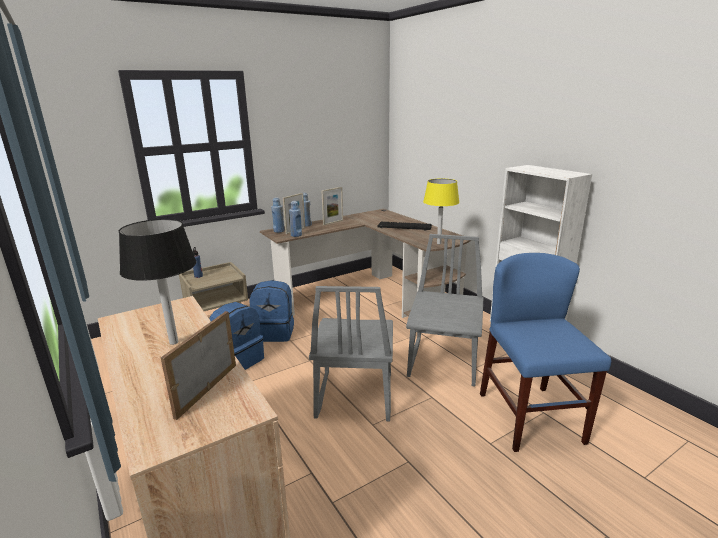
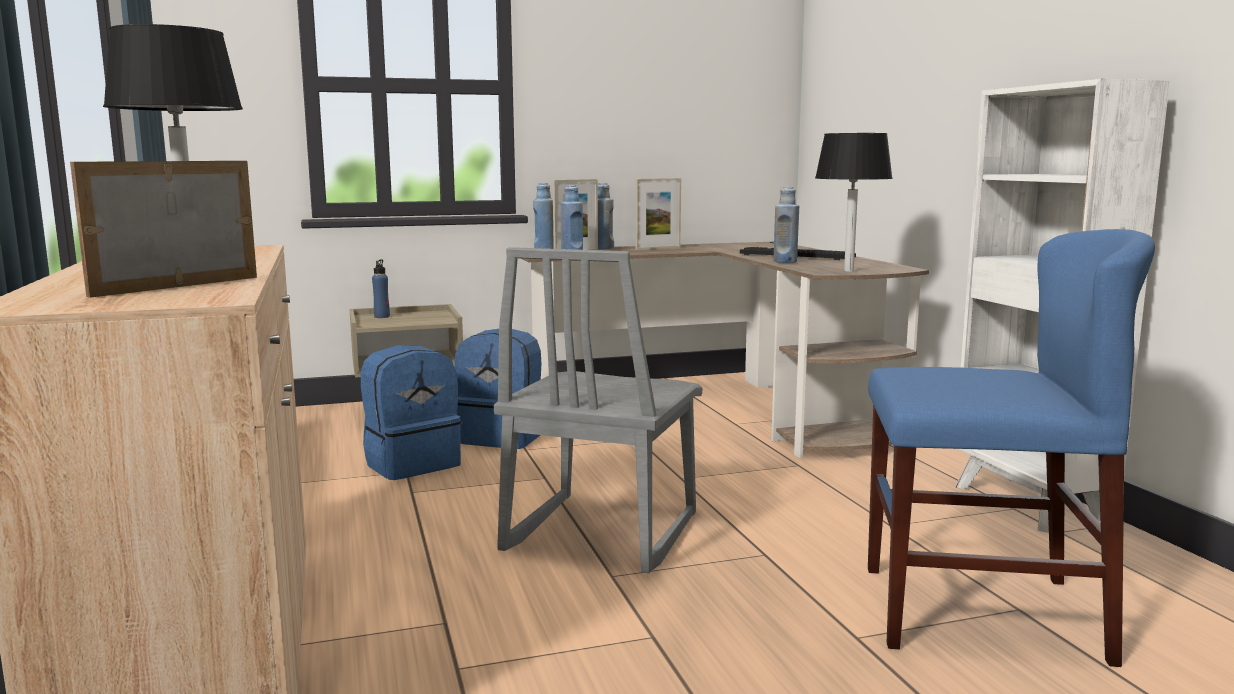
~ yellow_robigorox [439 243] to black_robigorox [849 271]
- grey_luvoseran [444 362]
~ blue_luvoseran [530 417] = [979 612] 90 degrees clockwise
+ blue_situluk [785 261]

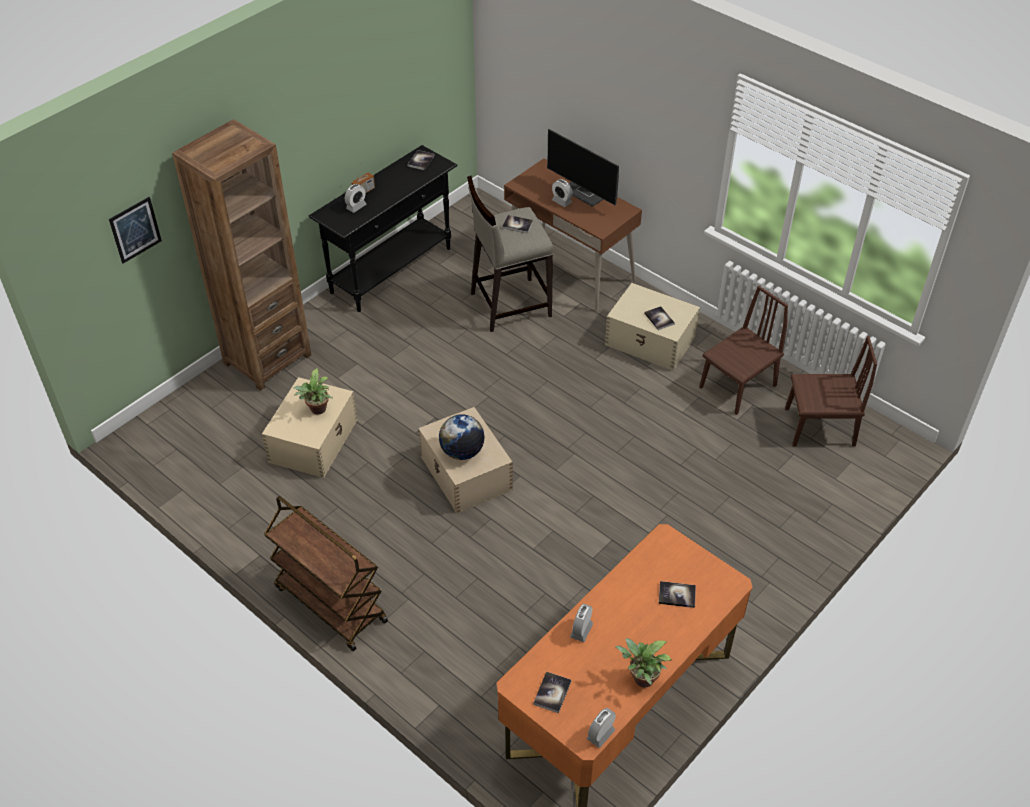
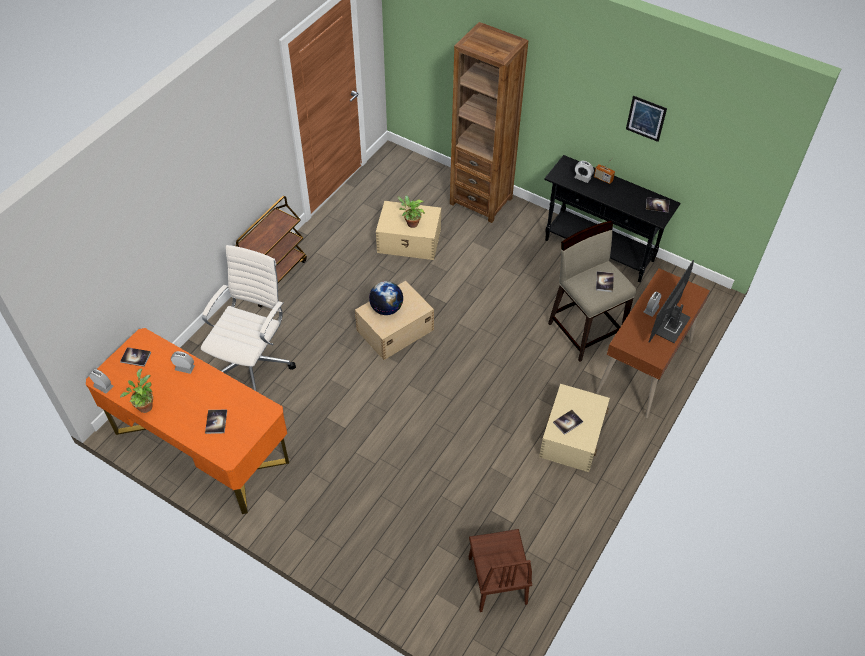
~ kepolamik [135 230] to [646 118]
- brown_luvoseran [737 386]
+ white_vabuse [253 363]

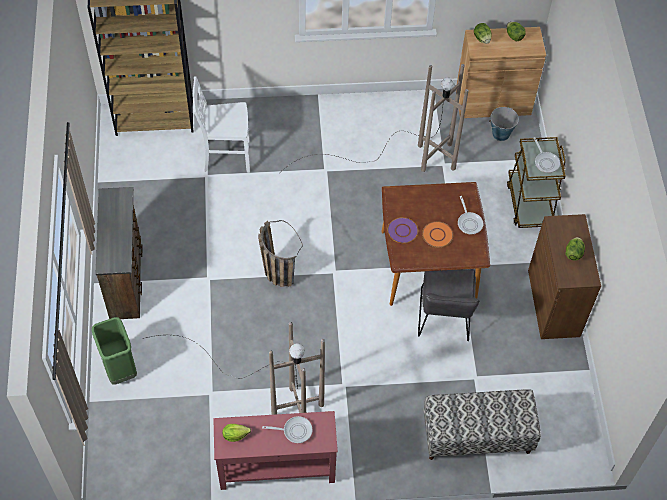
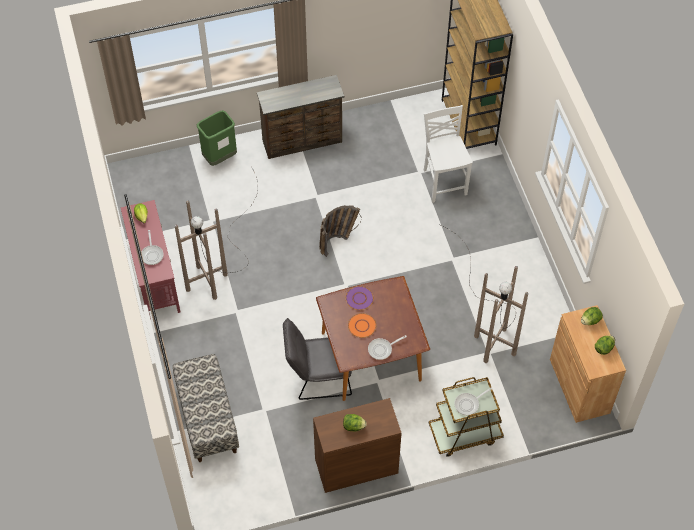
- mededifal [500 134]

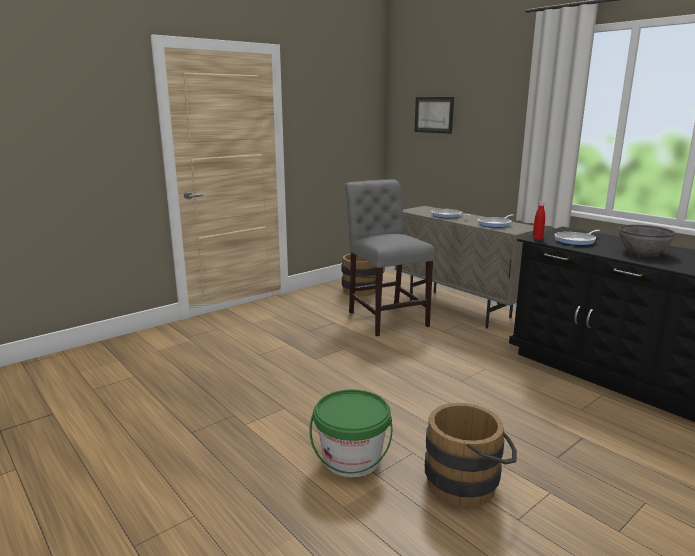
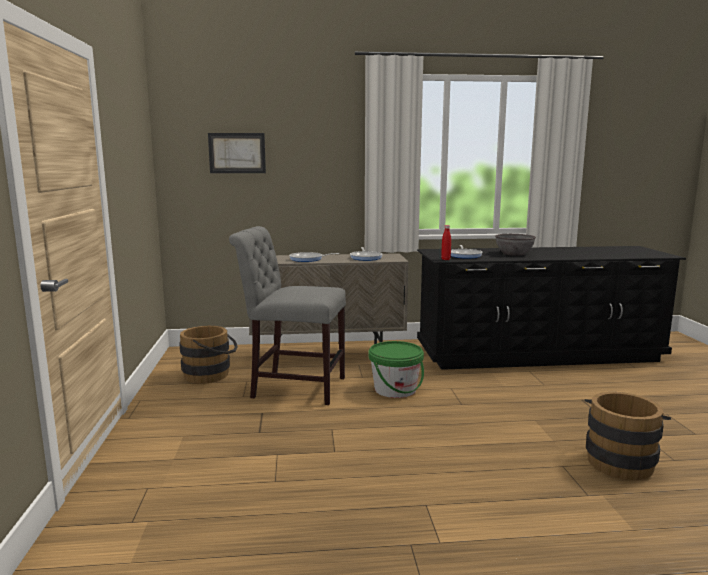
~ green_mededifal [352 459] to [395 389]

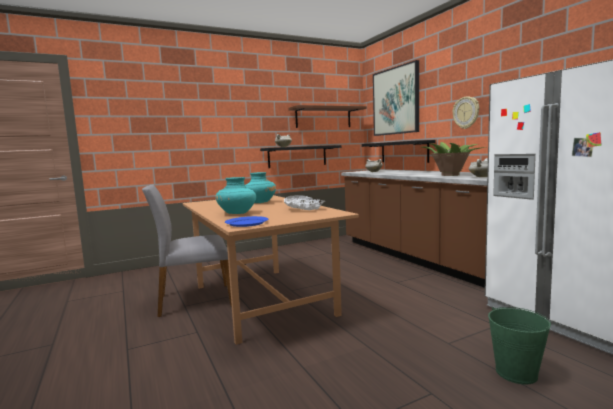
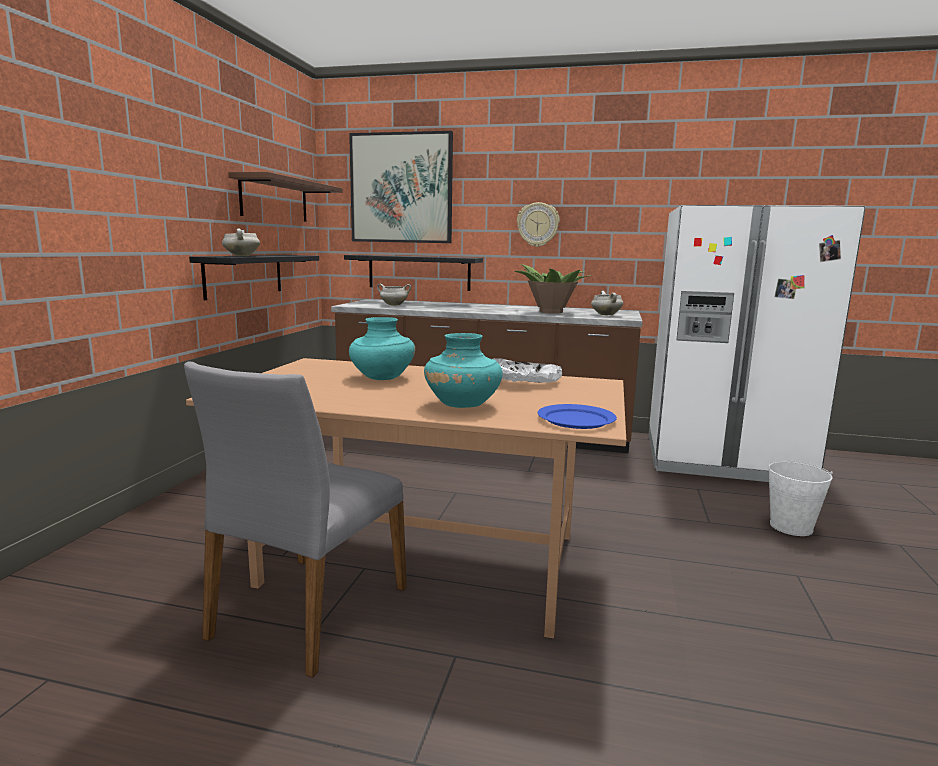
~ green_mededifal [516 373] to white_mededifal [791 527]

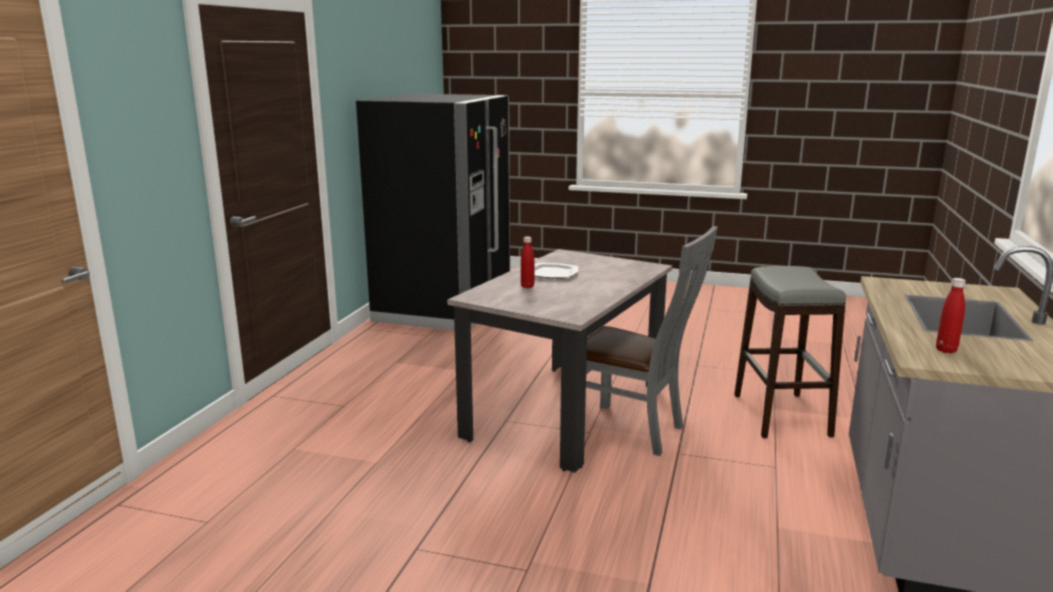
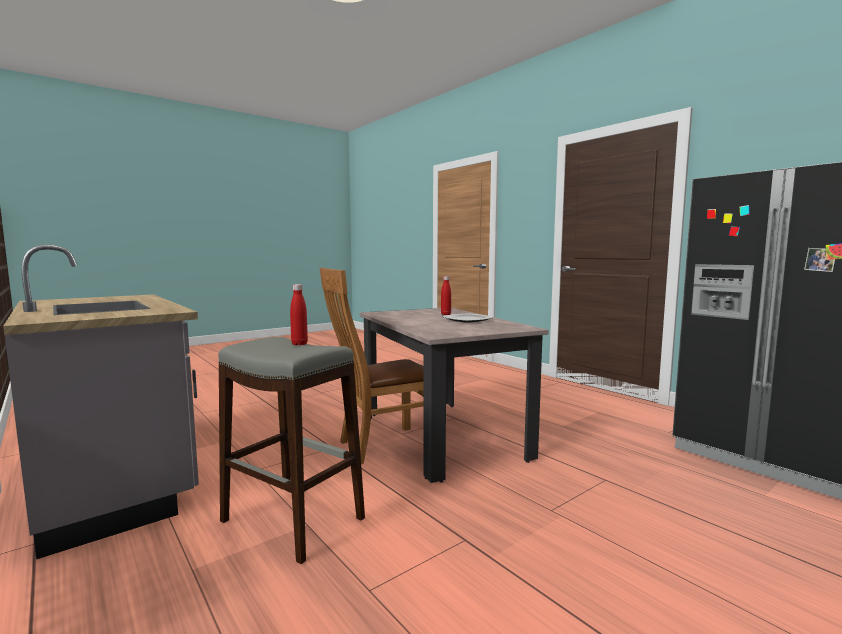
~ grey_luvoseran [634 431] to brown_luvoseran [380 446]
~ red_situluk [946 350] to [299 344]

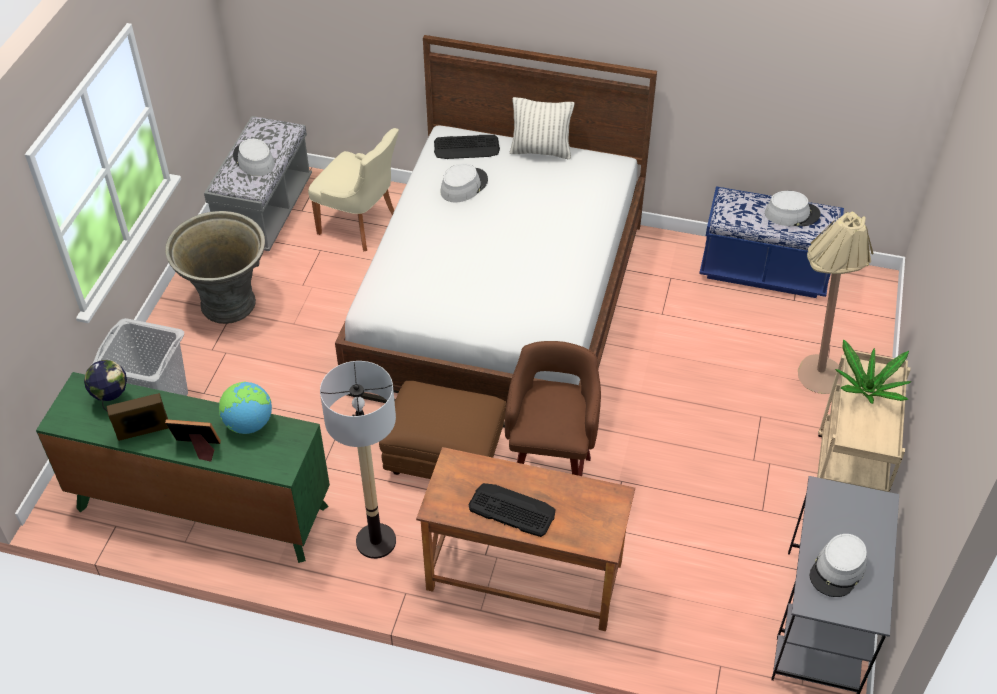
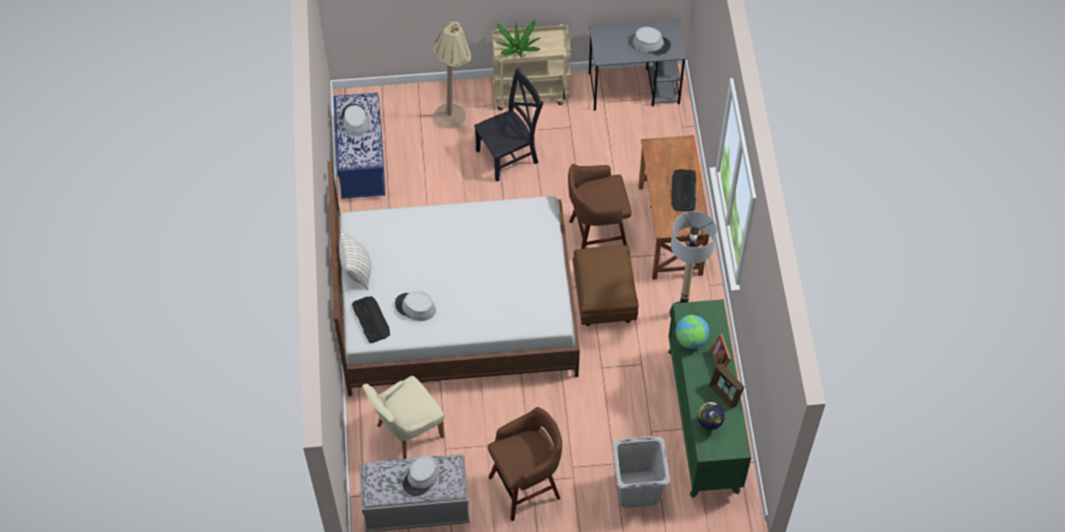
~ beige_luvoseran [360 225] = [407 432] 135 degrees counterclockwise
~ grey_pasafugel [228 305] to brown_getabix [526 487]
+ black_luvoseran [509 155]

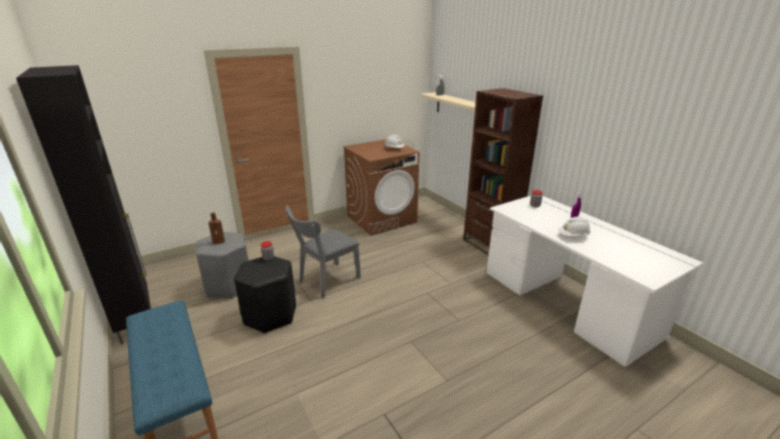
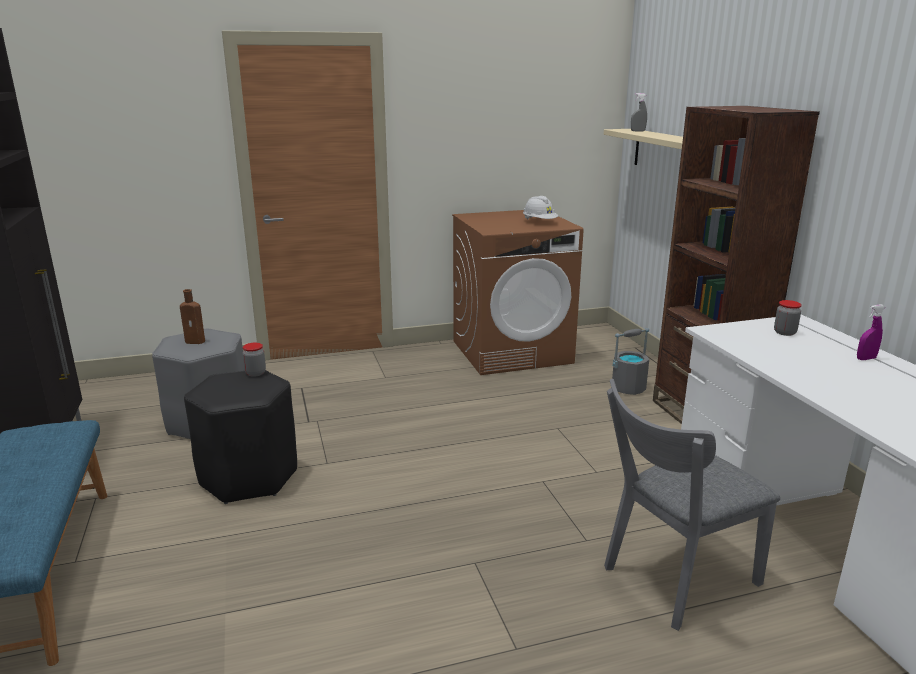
~ grey_luvoseran [326 281] to [673 580]
- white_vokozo [573 236]
+ grey_mededifal [628 388]

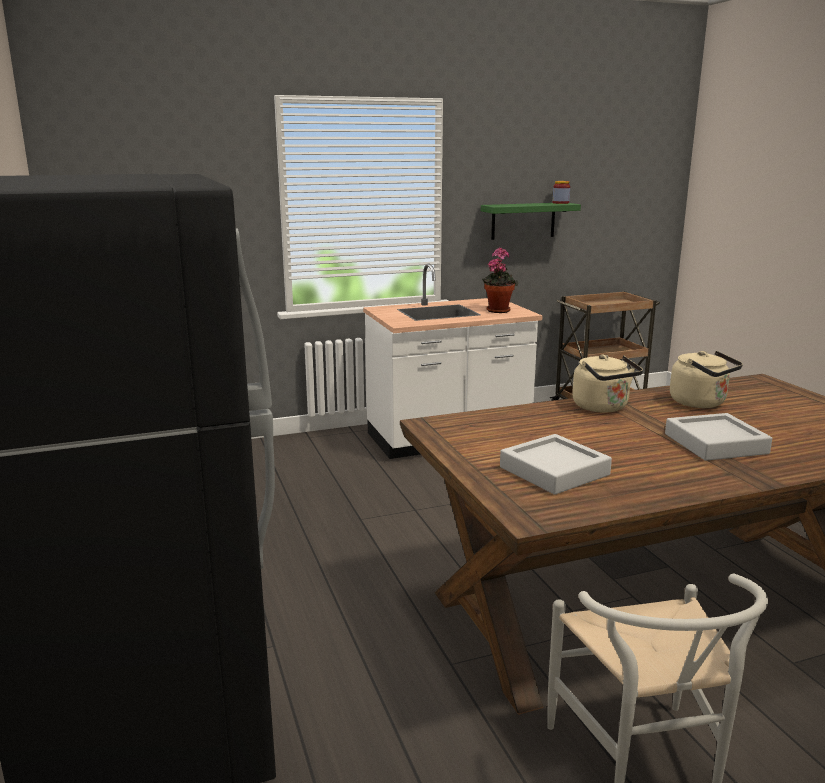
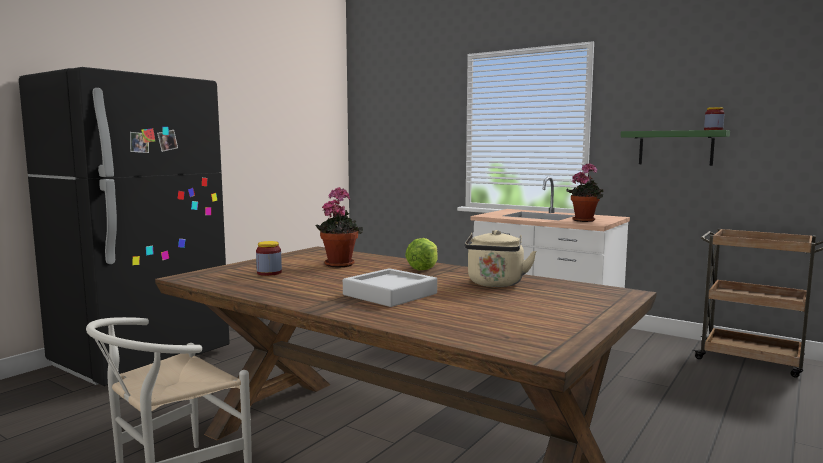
~ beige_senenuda [603 407] to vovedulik [423 268]
~ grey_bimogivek [554 471] to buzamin [269 273]
+ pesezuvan [339 264]

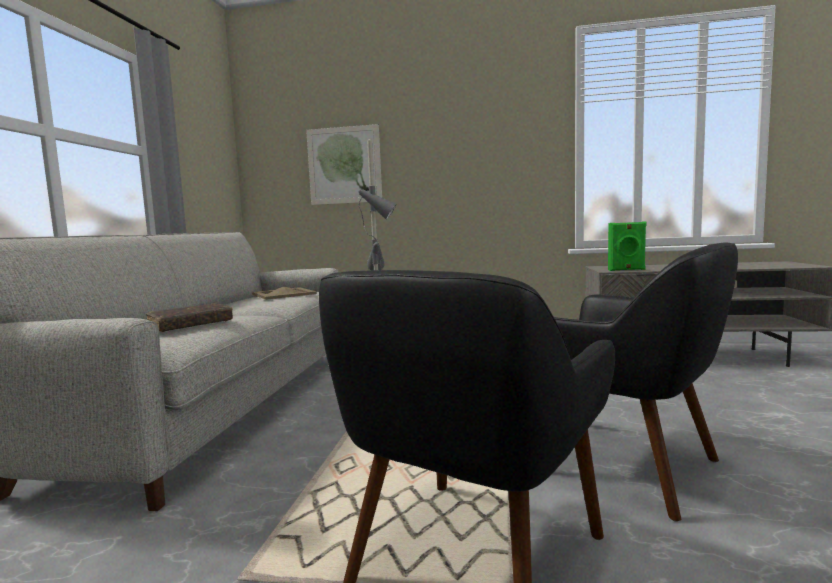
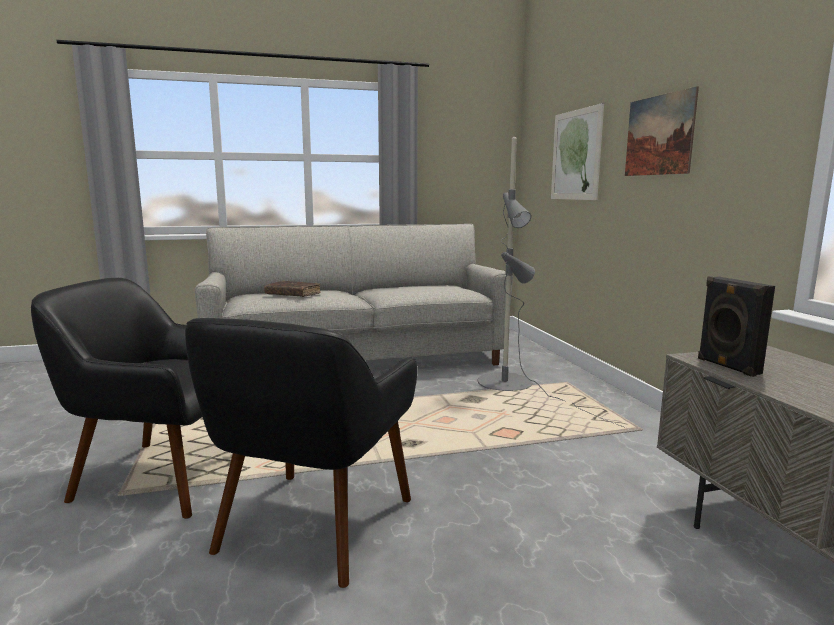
~ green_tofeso [626 270] to black_tofeso [727 366]
- beige_bimogivek [284 294]
+ kepolamik [659 135]

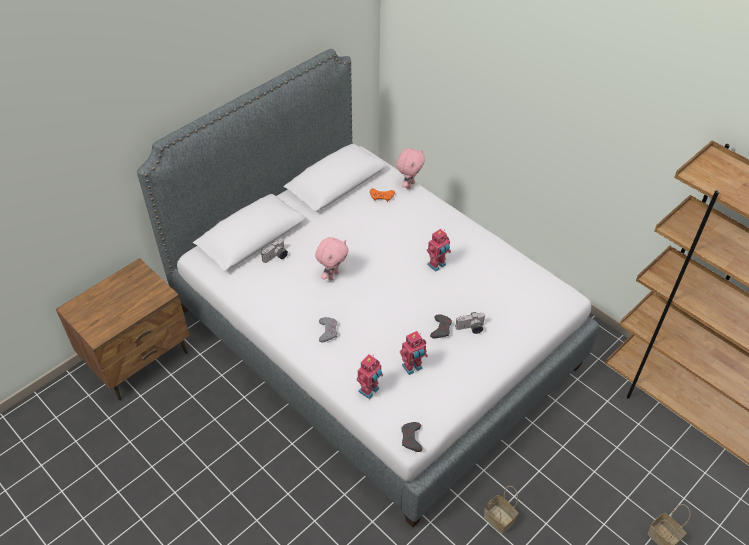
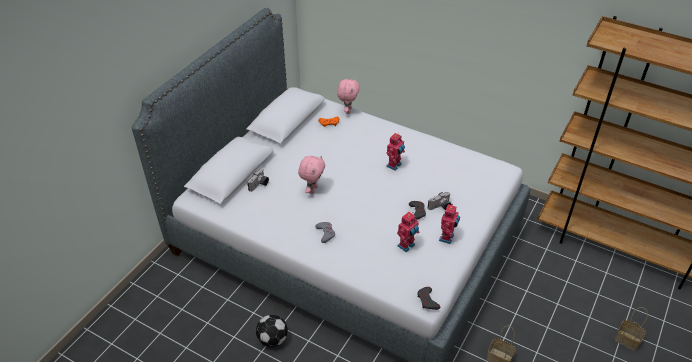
- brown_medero [139 359]
~ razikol [370 391] to [447 238]
+ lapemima [273 339]

